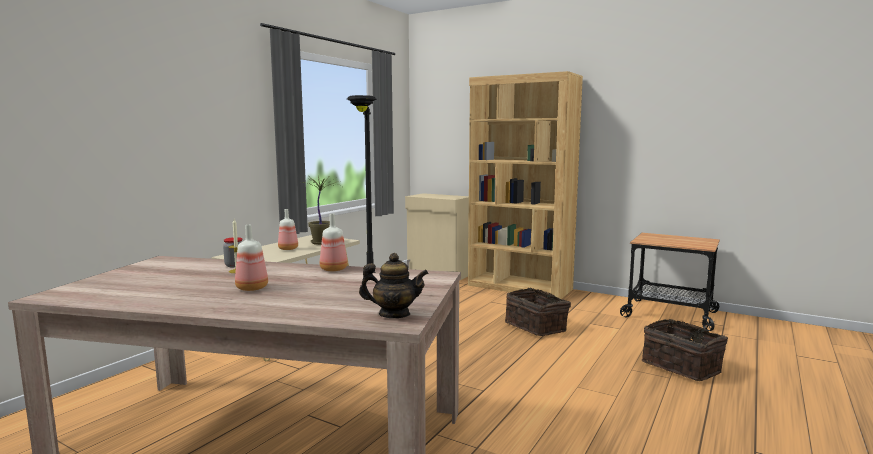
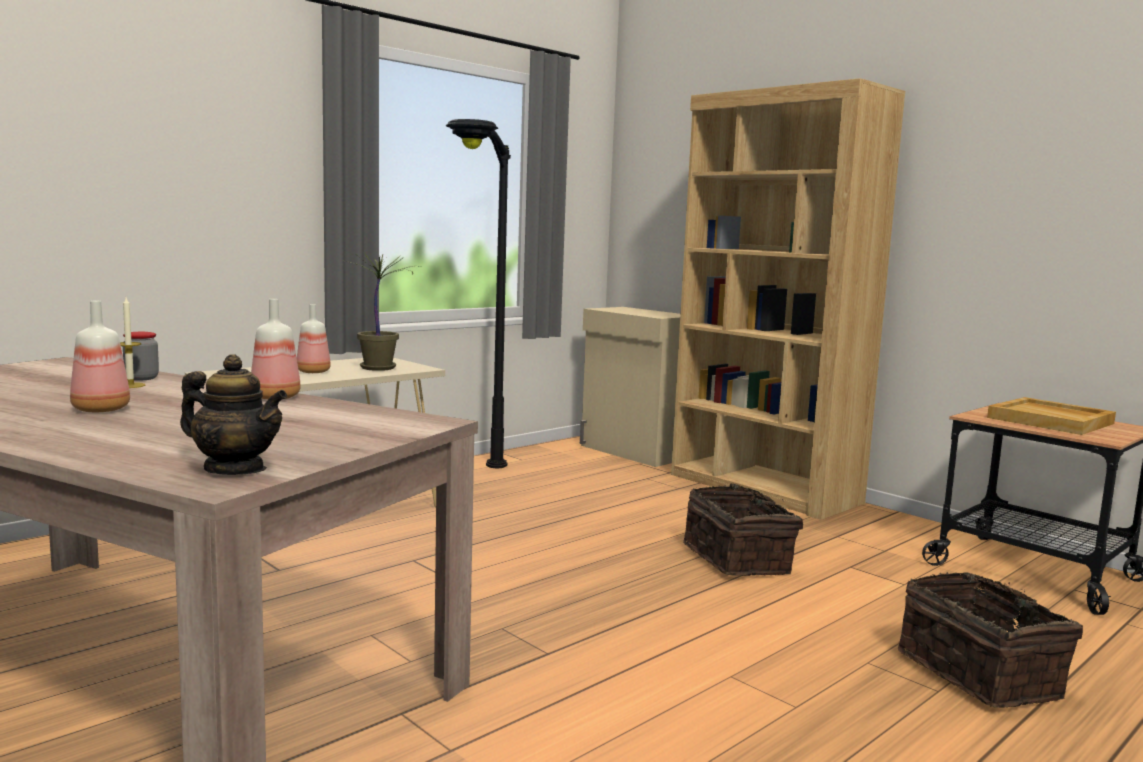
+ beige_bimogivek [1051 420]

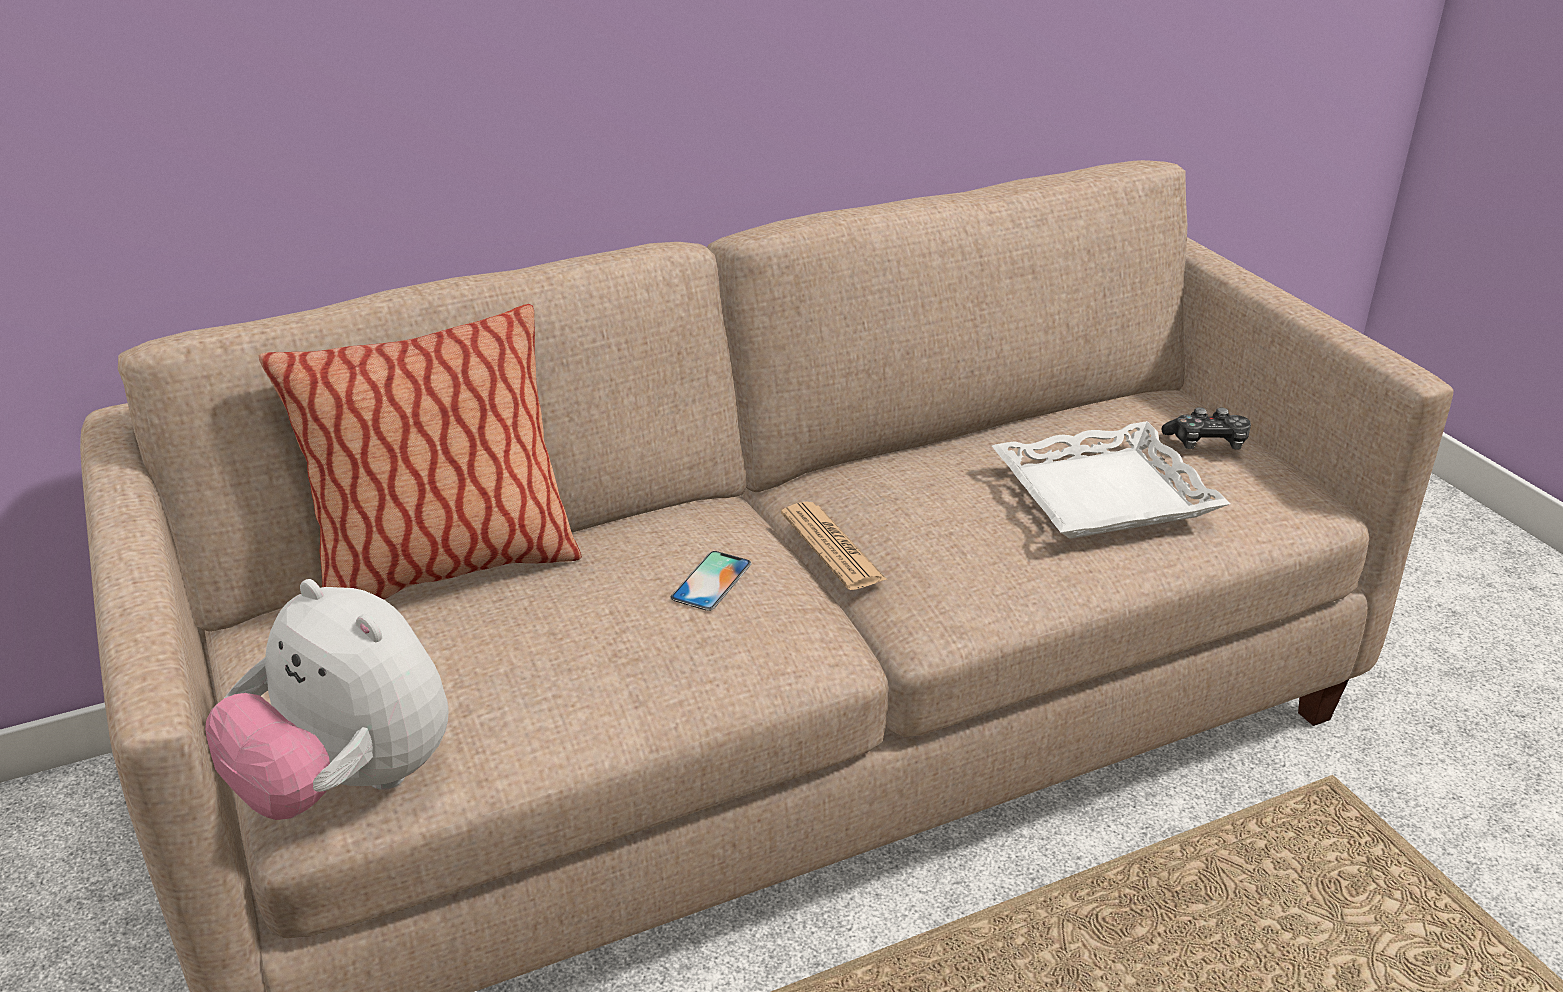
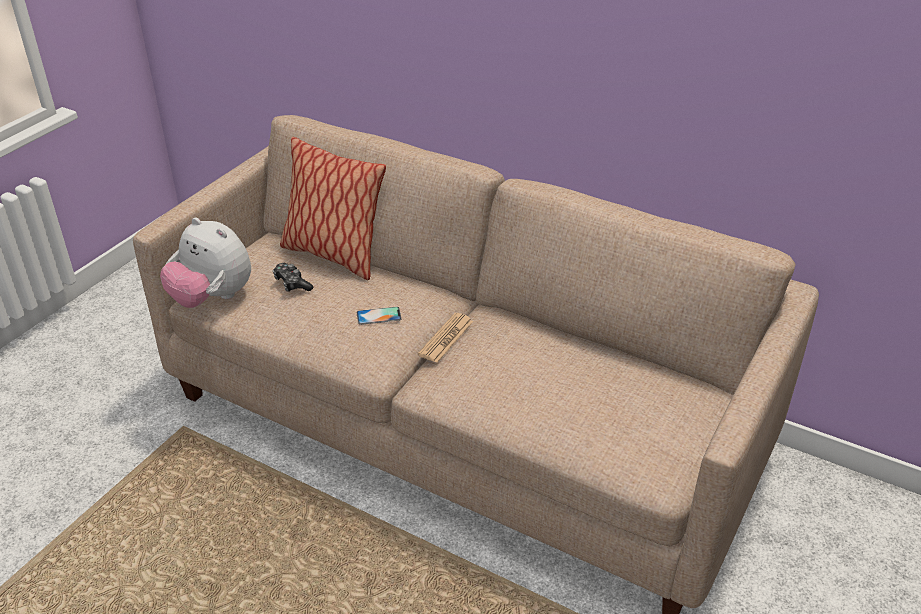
~ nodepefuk [1207 443] to [292 283]
- white_bimogivek [1103 493]
~ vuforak [347 784] = [212 298] 60 degrees counterclockwise

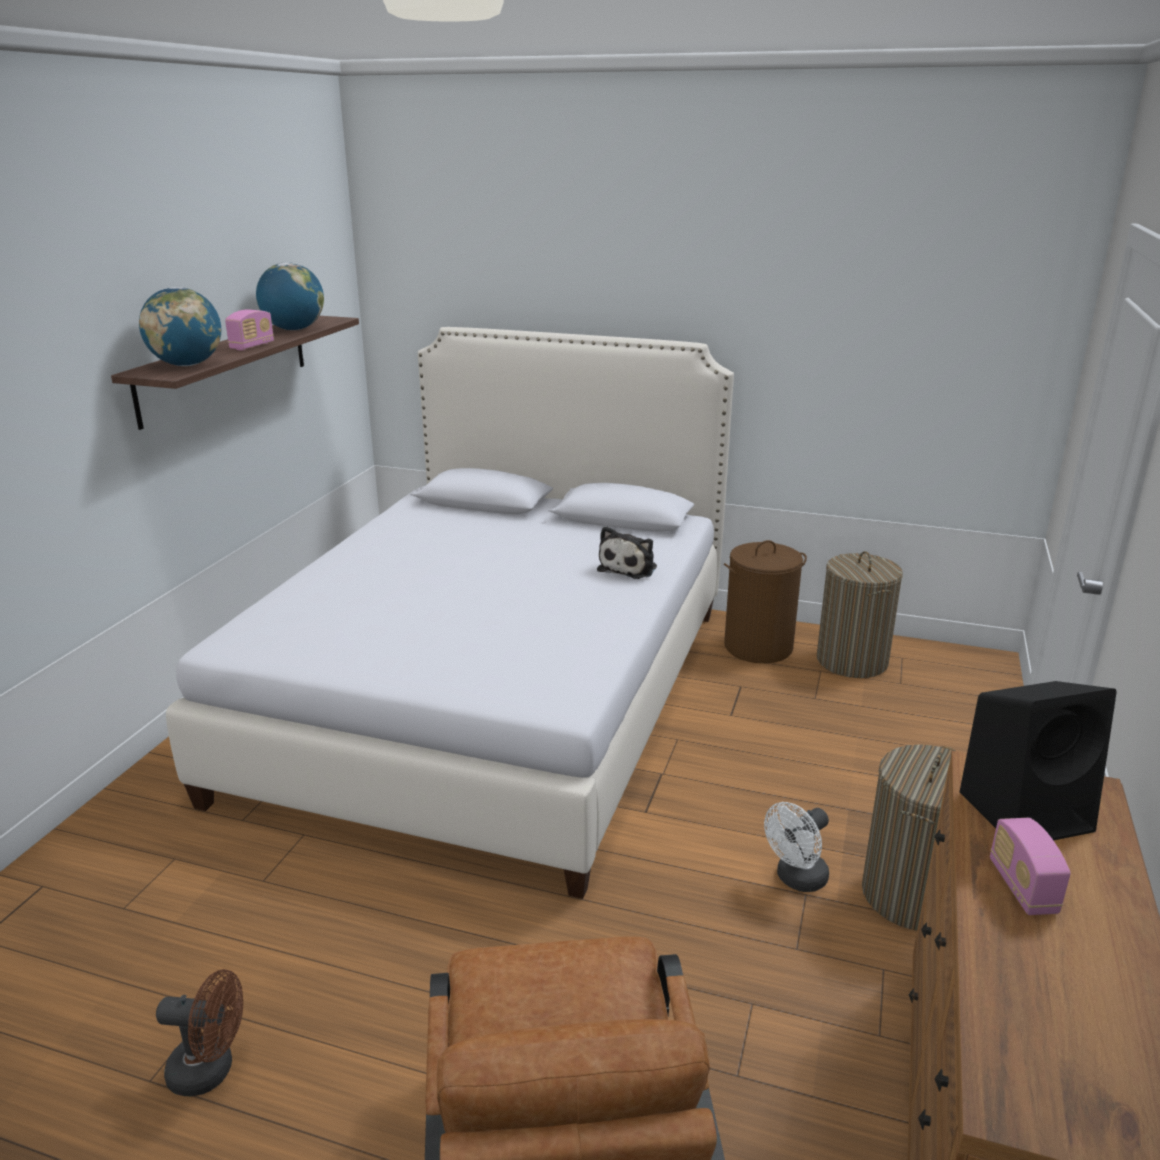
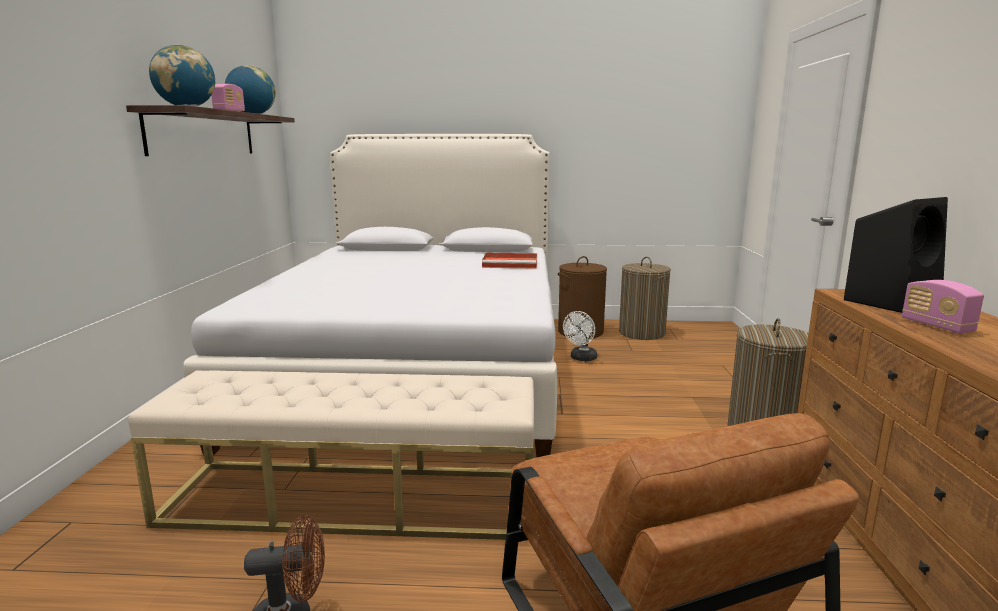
~ vuforak [629 568] to red_bimogivek [511 263]
~ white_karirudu [796 880] to [581 358]
+ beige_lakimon [354 499]

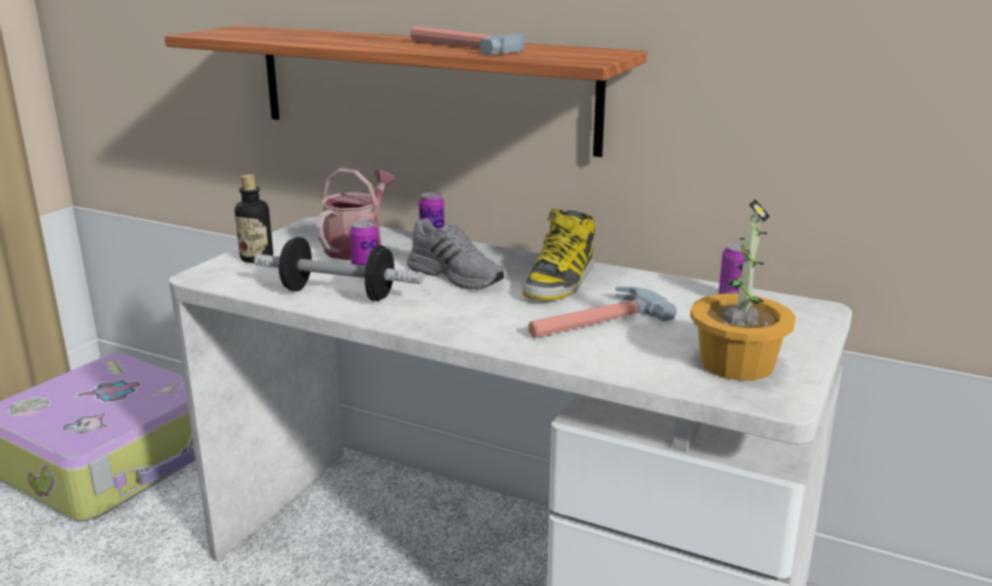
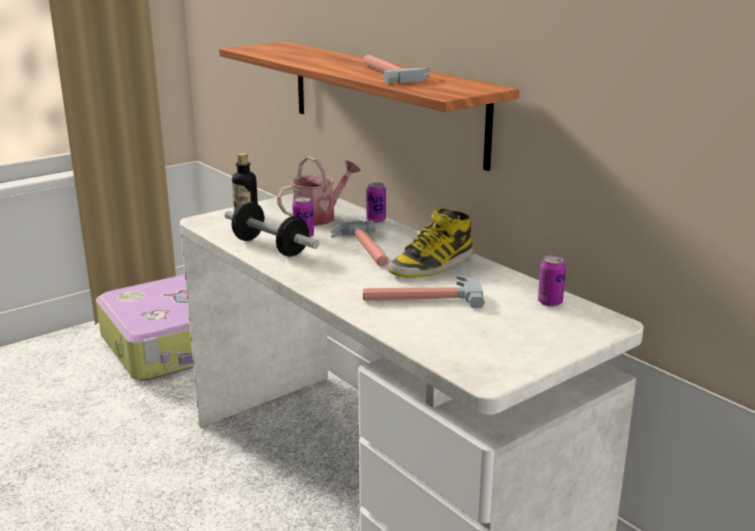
- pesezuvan [735 363]
~ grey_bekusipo [457 275] to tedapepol [363 248]

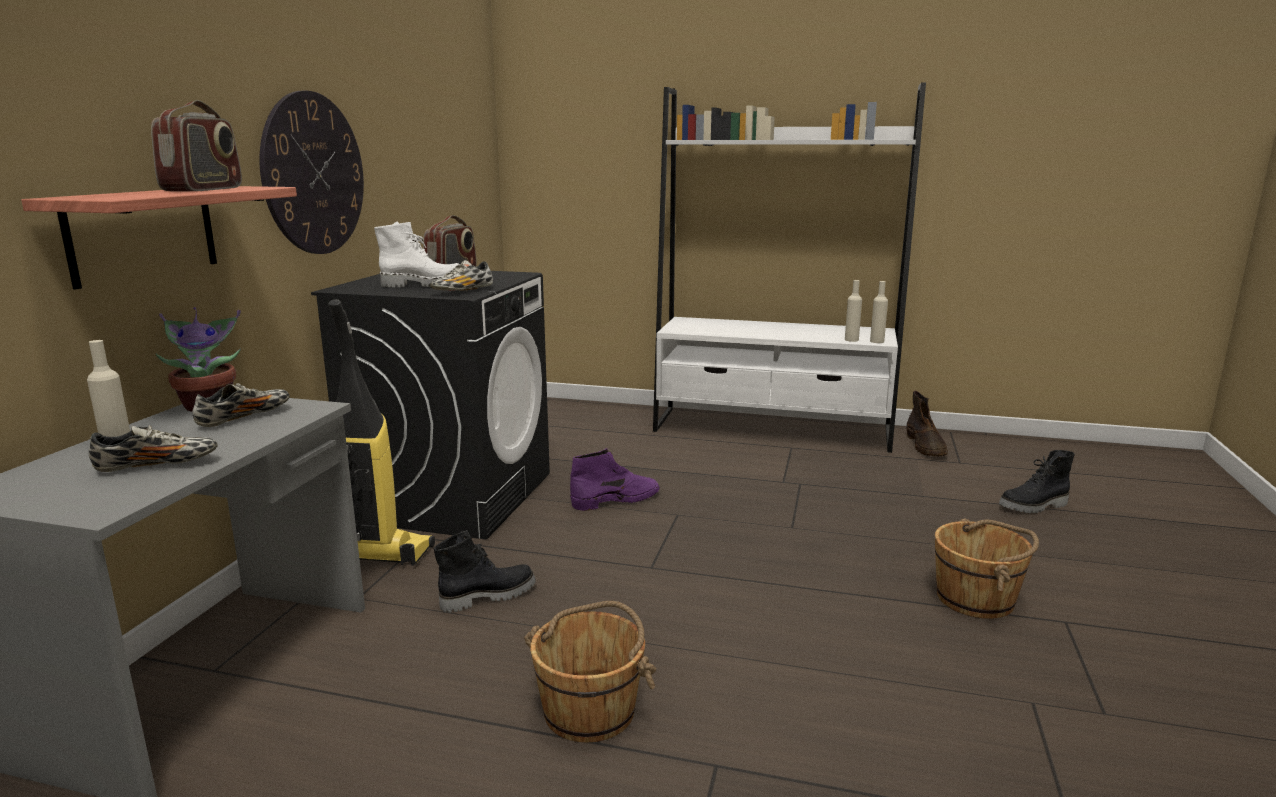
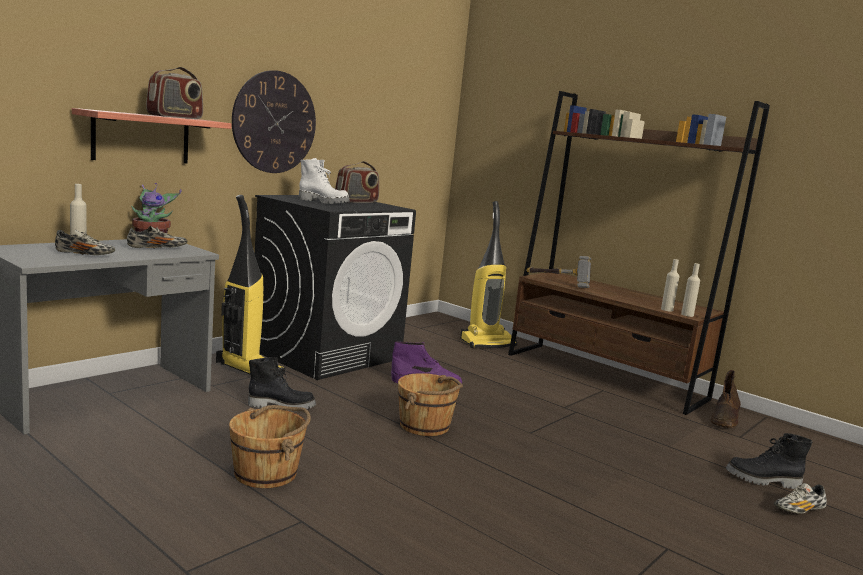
~ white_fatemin [772 429] to brown_fatemin [605 376]
~ bekusipo [463 291] to [799 510]
~ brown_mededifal [977 599] to [425 426]
+ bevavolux [487 343]
+ tedapepol [559 284]

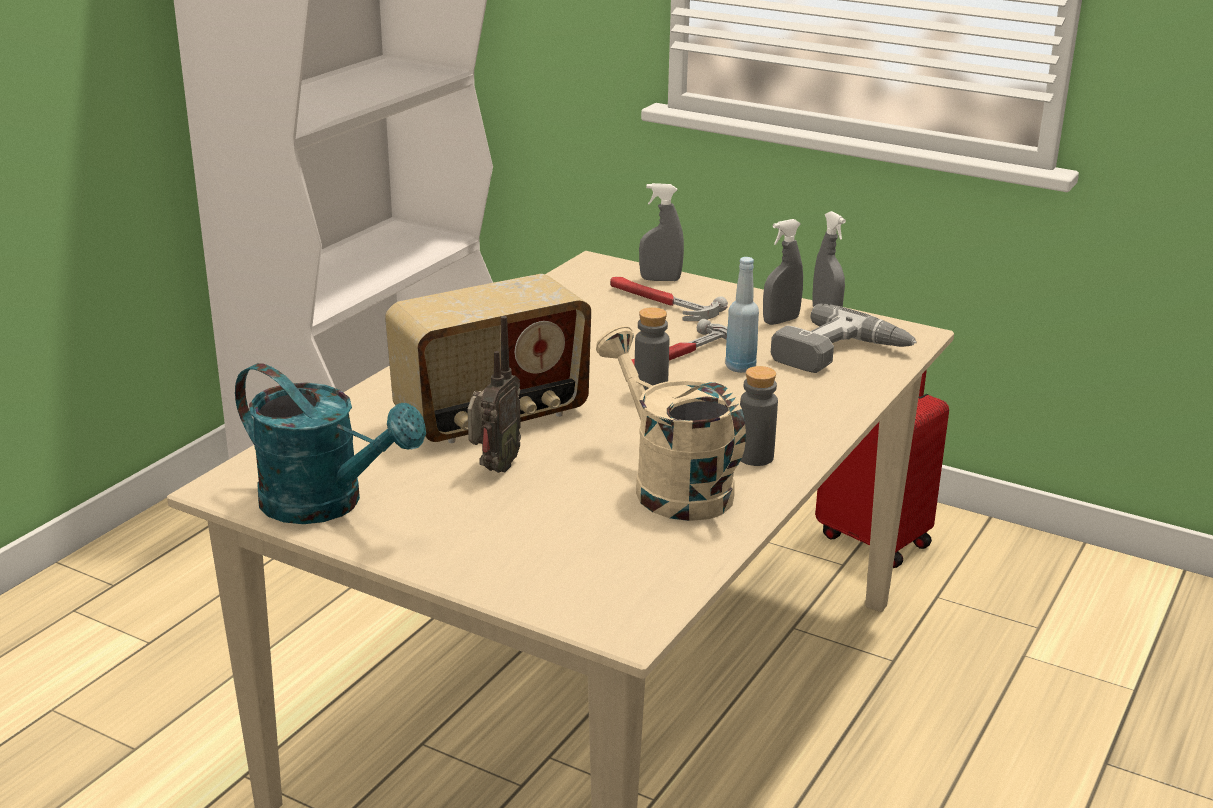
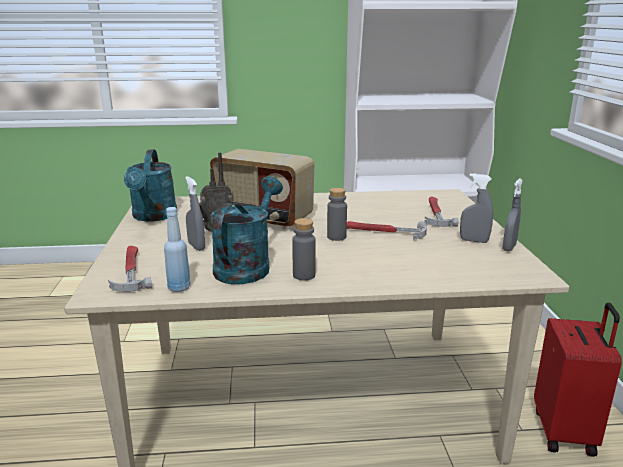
~ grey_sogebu [660 279] to [196 246]
~ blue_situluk [740 367] to [179 288]
- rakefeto [841 355]
~ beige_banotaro [671 485] to turquoise_banotaro [246 266]
+ tedapepol [130 271]

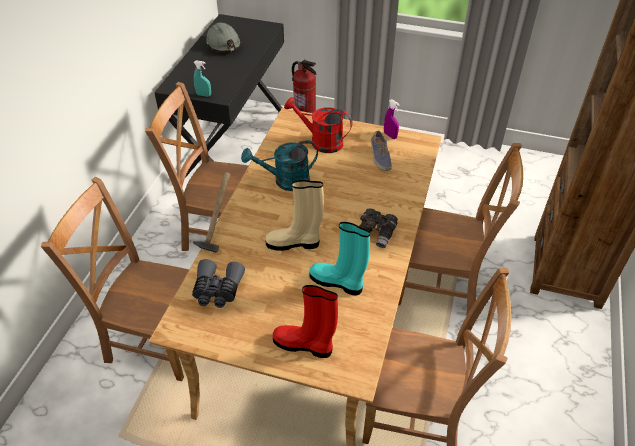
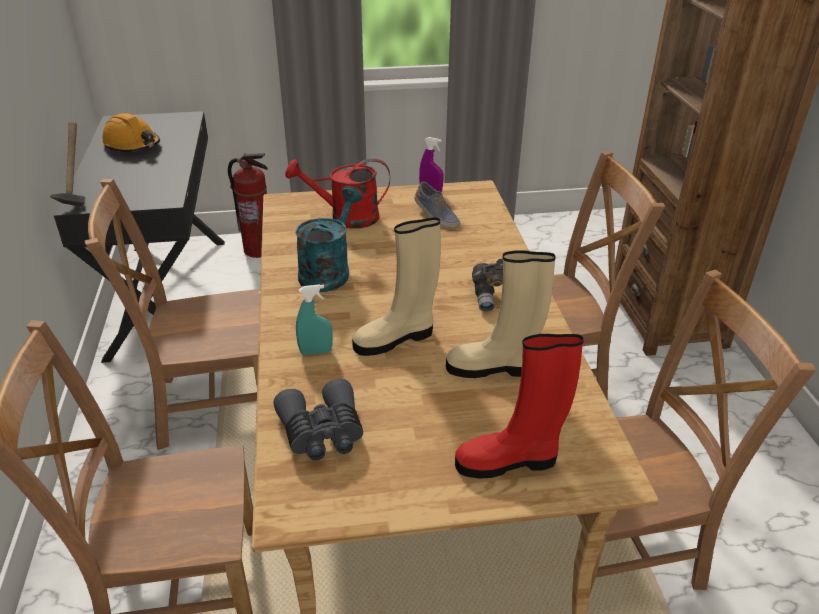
~ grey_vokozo [224 45] to orange_vokozo [132 145]
~ turquoise_sogebu [203 95] to [316 352]
~ turquoise_banotaro [285 181] = [328 271] 150 degrees clockwise
~ tedapepol [217 231] to [76 192]
~ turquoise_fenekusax [337 282] to beige_fenekusax [493 368]

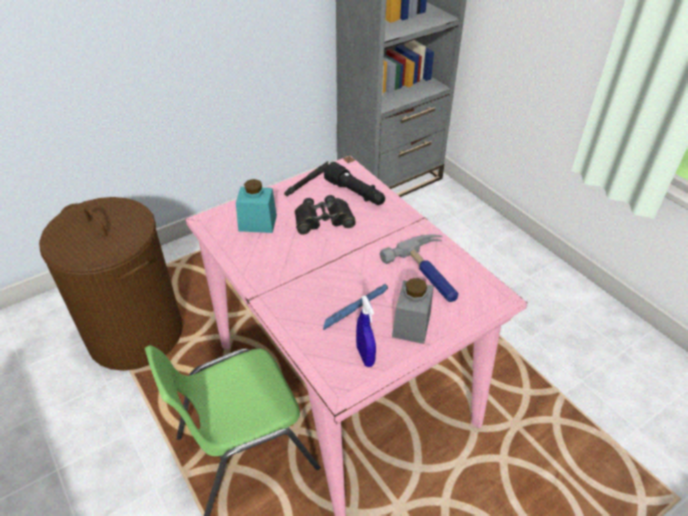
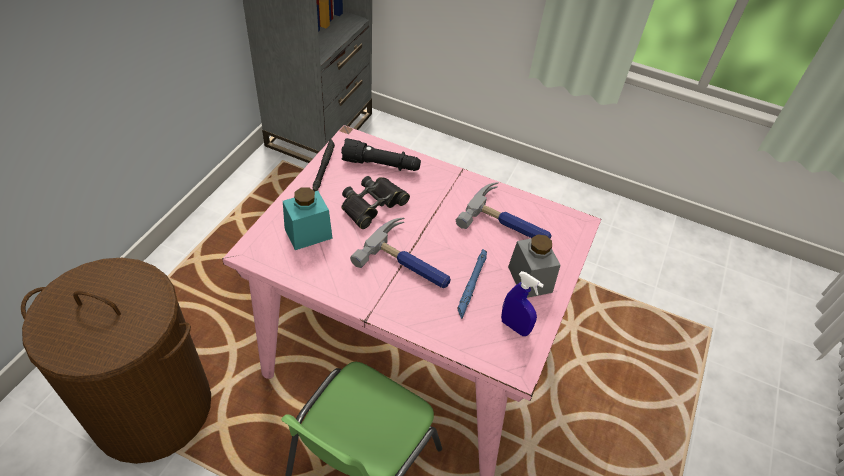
+ tedapepol [409 262]

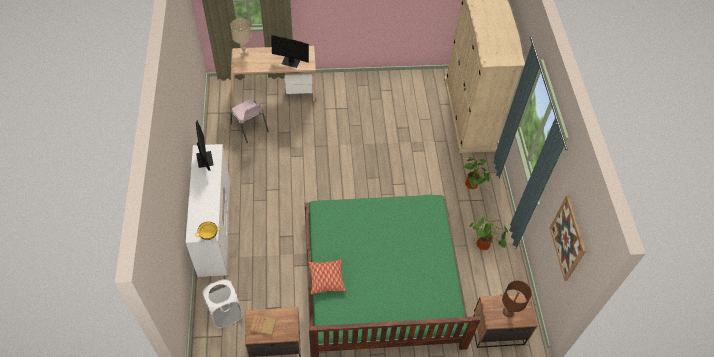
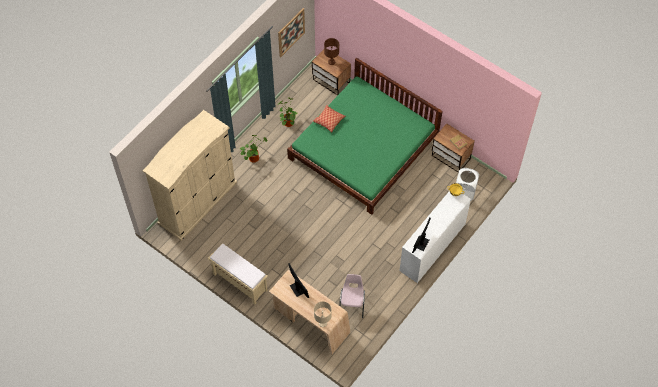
~ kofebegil [326 279] to [329 120]
+ beige_lakimon [239 282]

